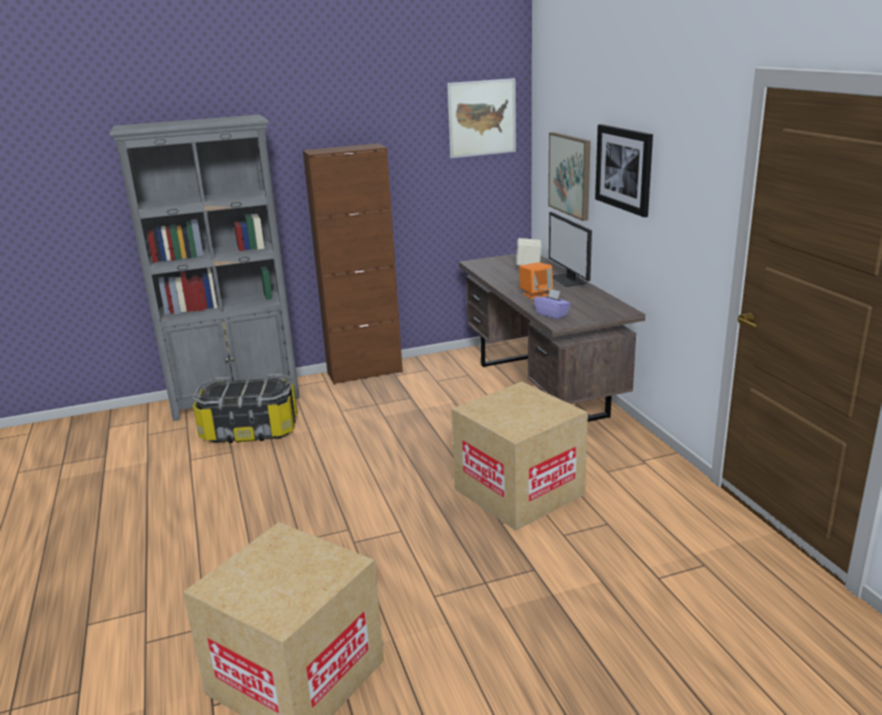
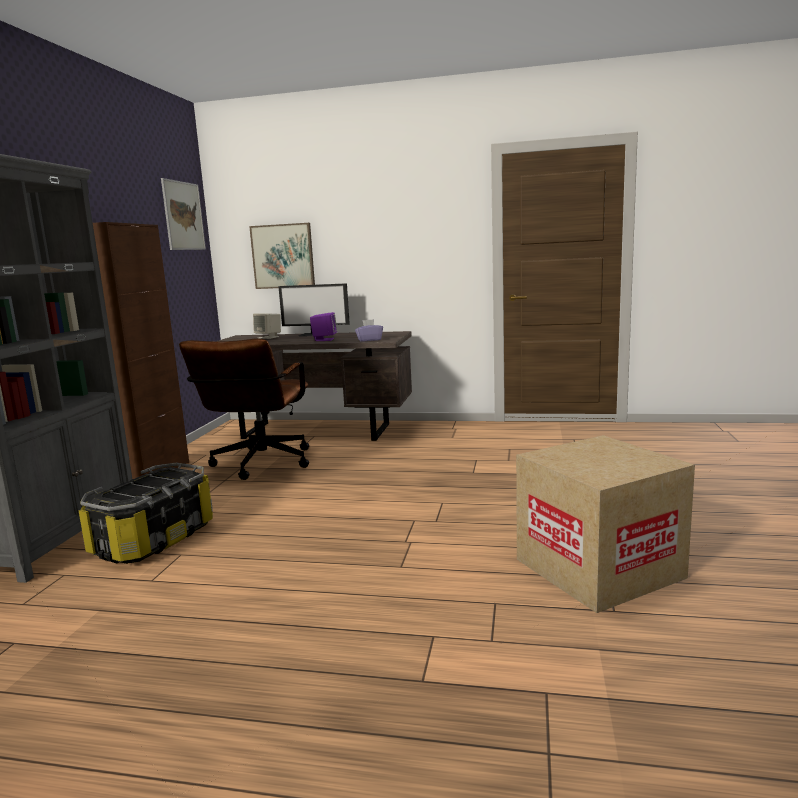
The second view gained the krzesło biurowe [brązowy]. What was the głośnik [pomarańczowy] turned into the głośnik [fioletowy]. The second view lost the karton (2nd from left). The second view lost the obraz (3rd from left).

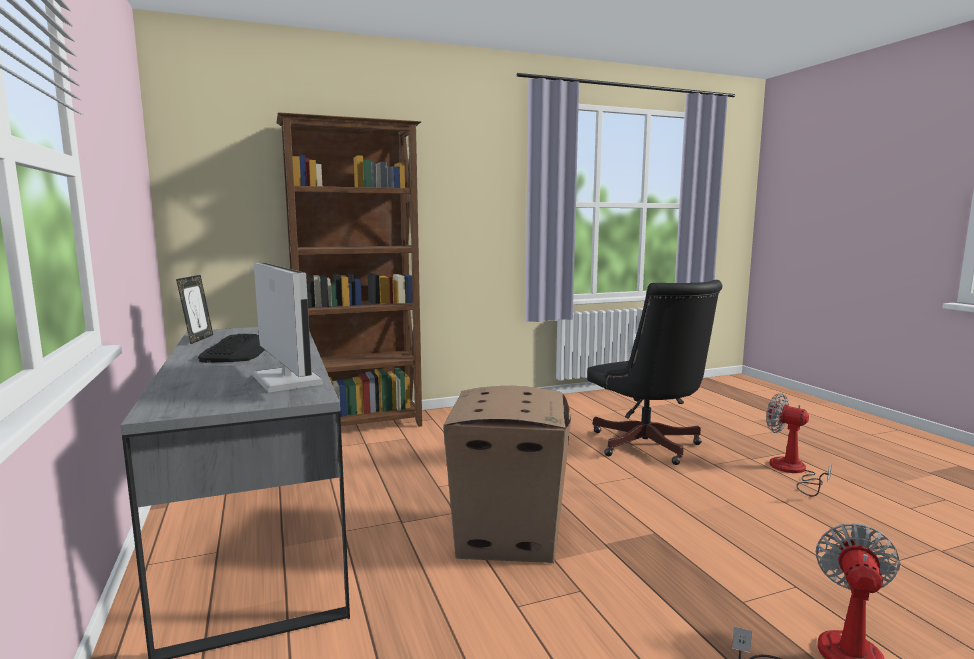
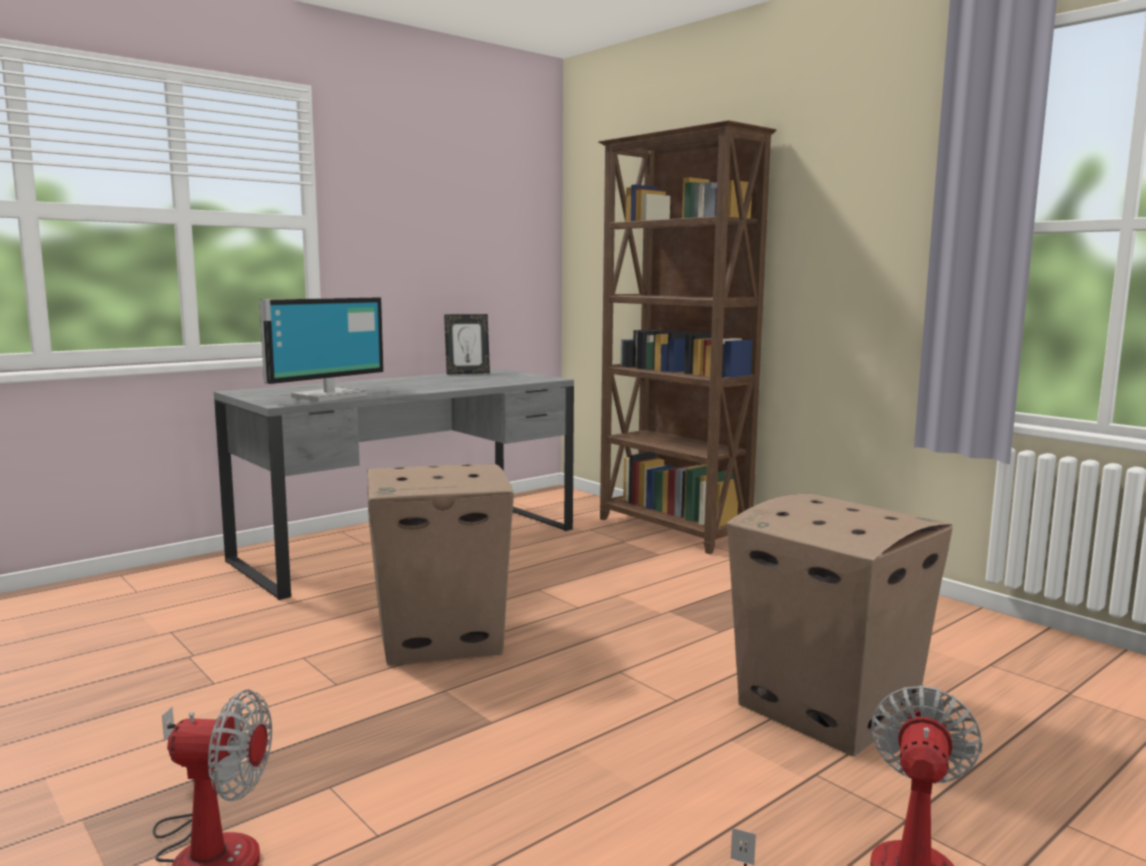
Where the krzesło biurowe [czarny] stood, the karton (2nd from left) came to stand. The second view lost the klawiatura.

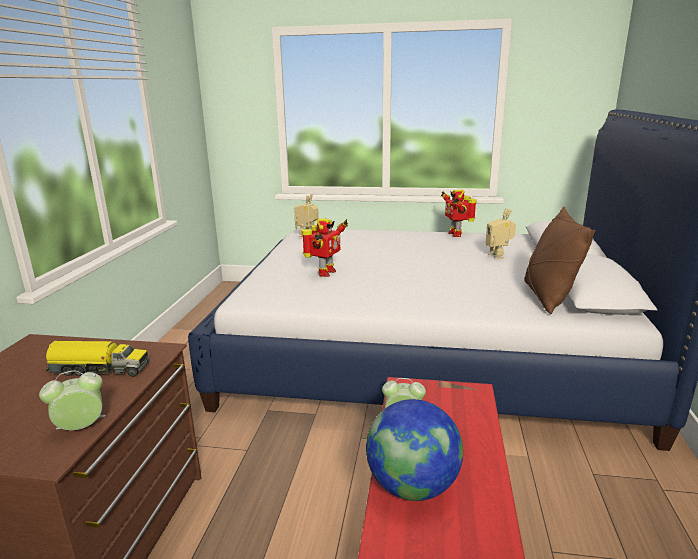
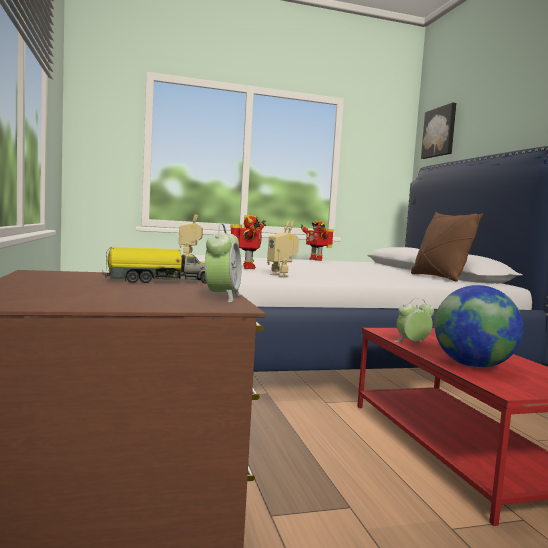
The budzik (1st from left) ended up facing another way, 150 degrees clockwise from before. The robot zabawkowy (4th from left in the first image) ended up elsewhere. The second view gained the obraz.

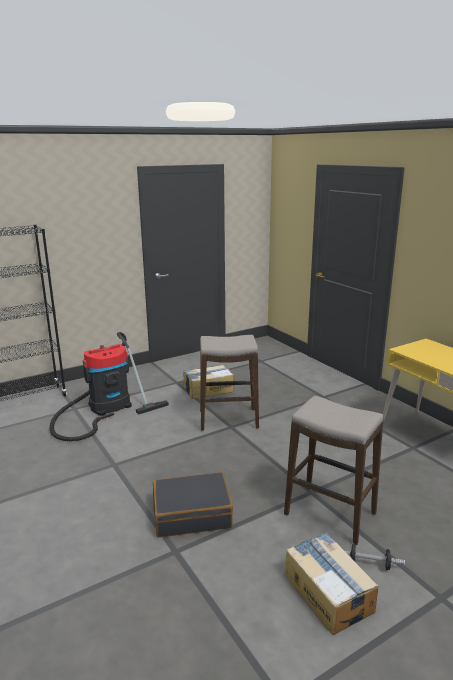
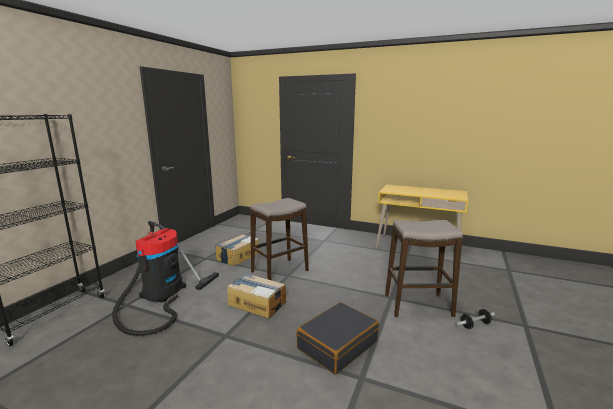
The karton (2nd from left) ended up elsewhere.

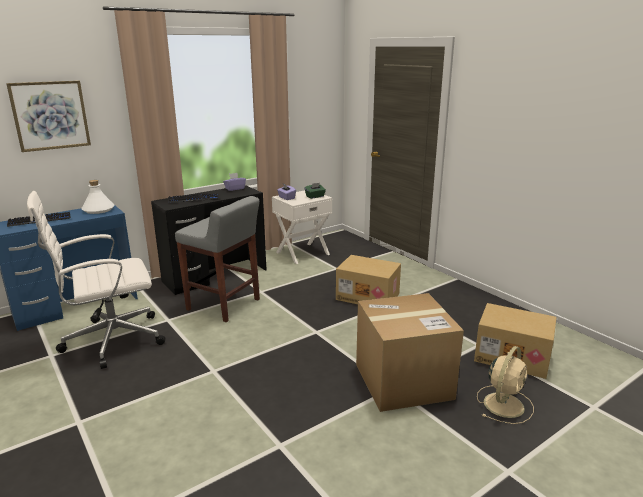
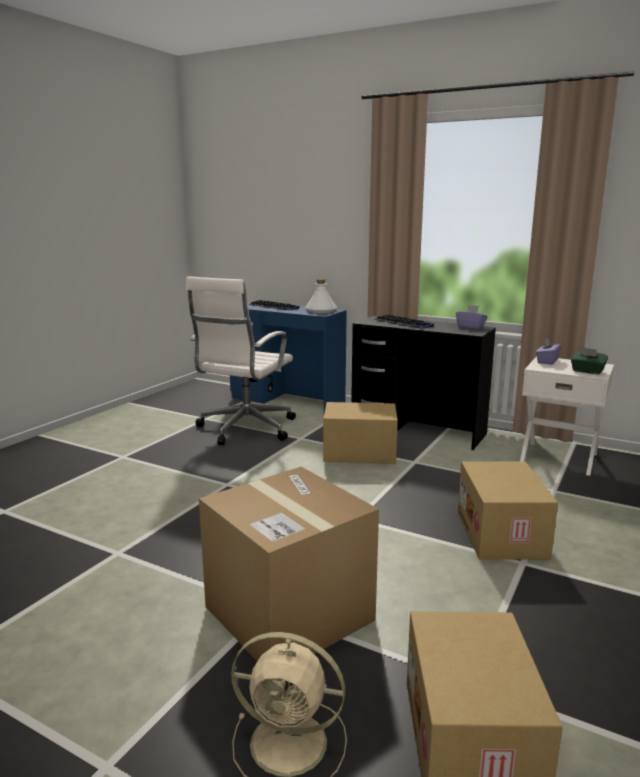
The krzesło biurowe [biały] ended up facing another way, 105 degrees counterclockwise from before. Where the stołek [szary] stood, the karton (2nd from left) came to stand. The second view lost the obraz.

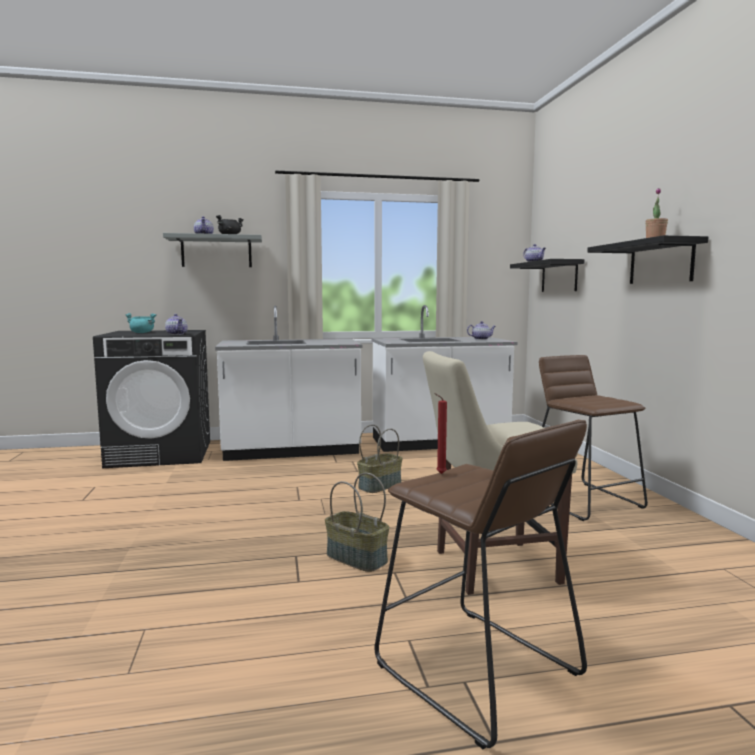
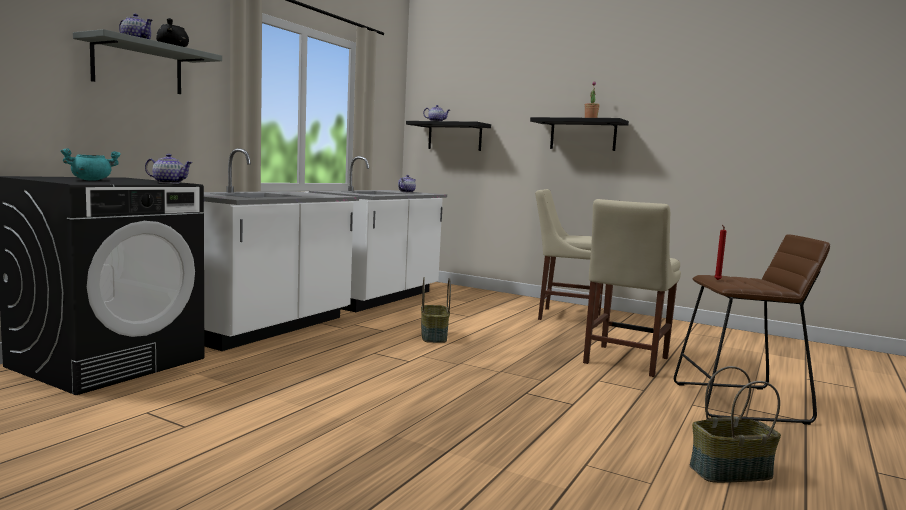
Where the stołek [brązowy] (2nd from left) stood, the krzesło [beżowy] (1st from left) came to stand. The koszyk (1st from left in the first image) ended up elsewhere.

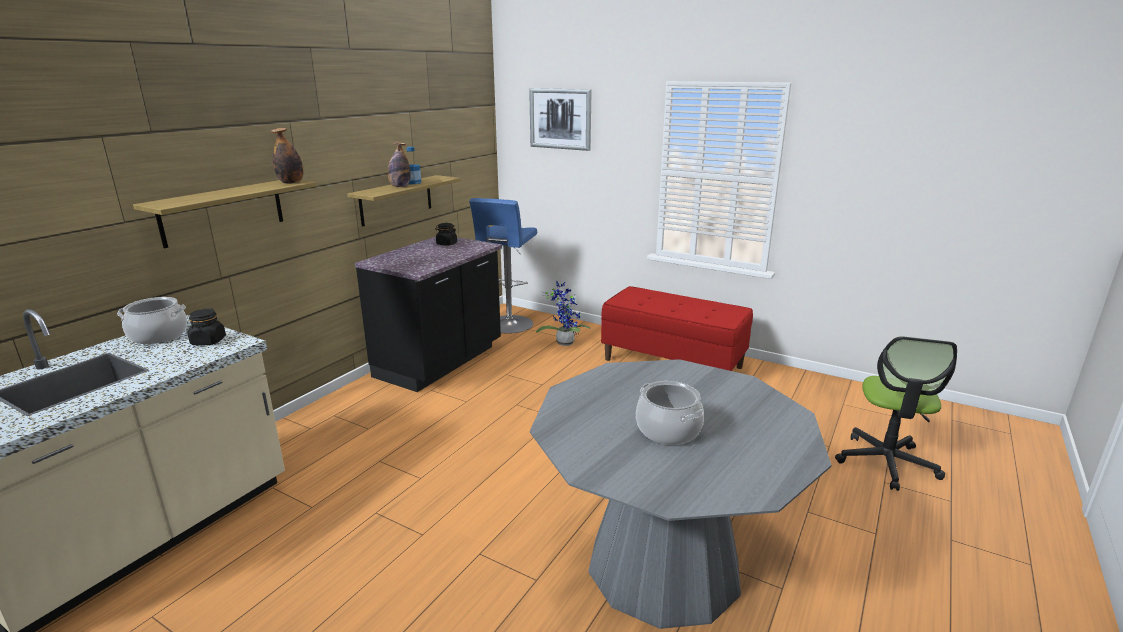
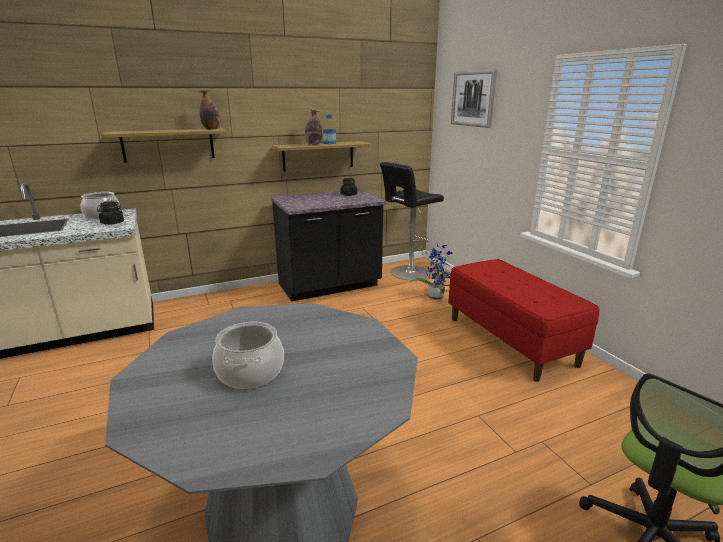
What was the stołek [niebieski] turned into the stołek [czarny].

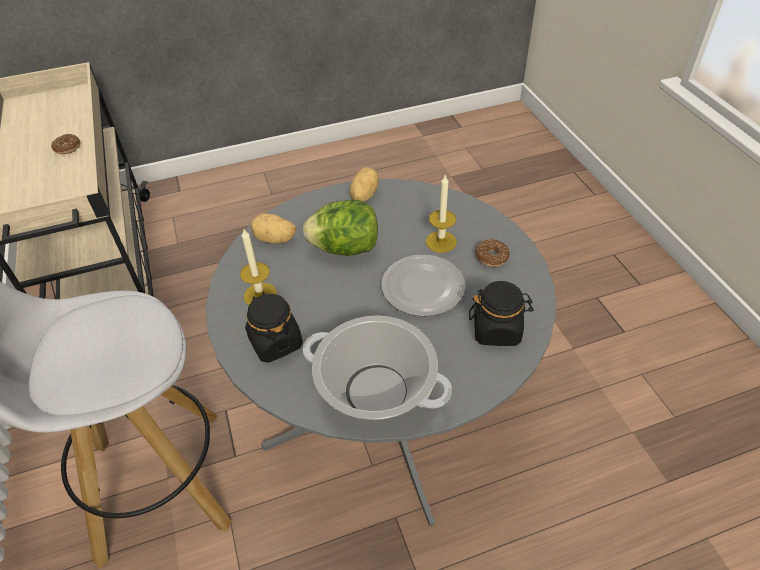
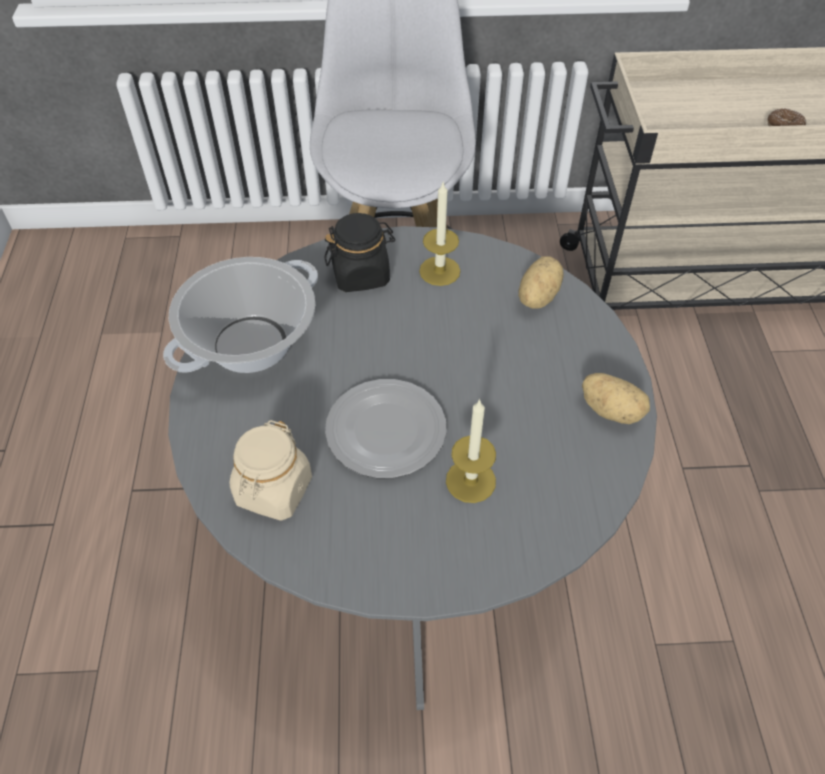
What was the słoik [czarny] (2nd from left) turned into the słoik [beżowy]. The second view lost the sałata. The second view lost the donut (2nd from left).

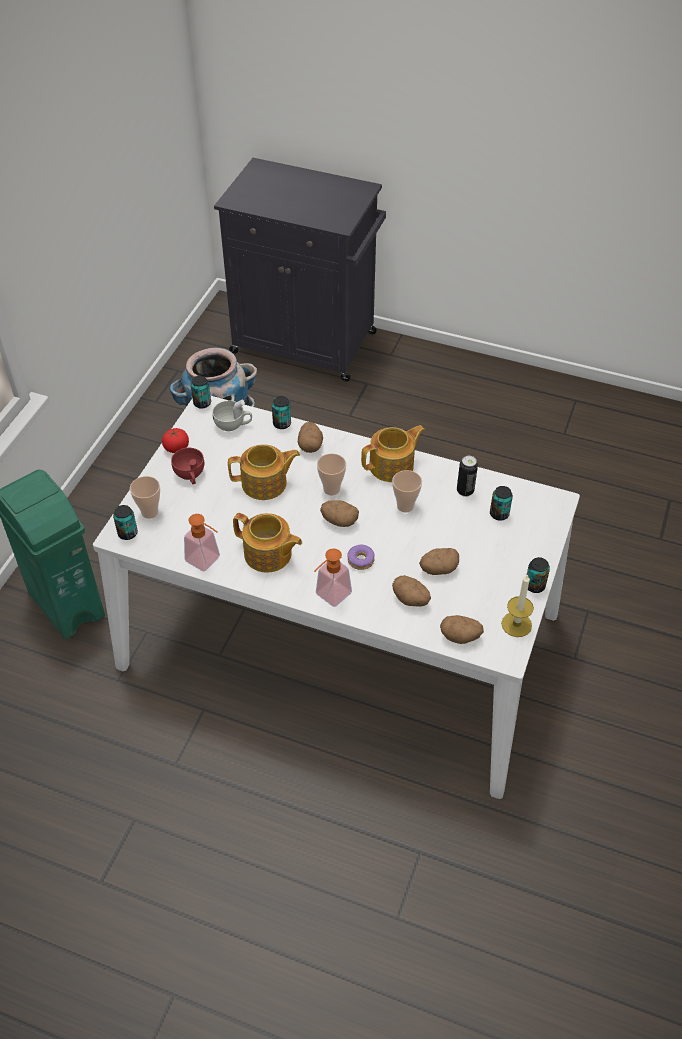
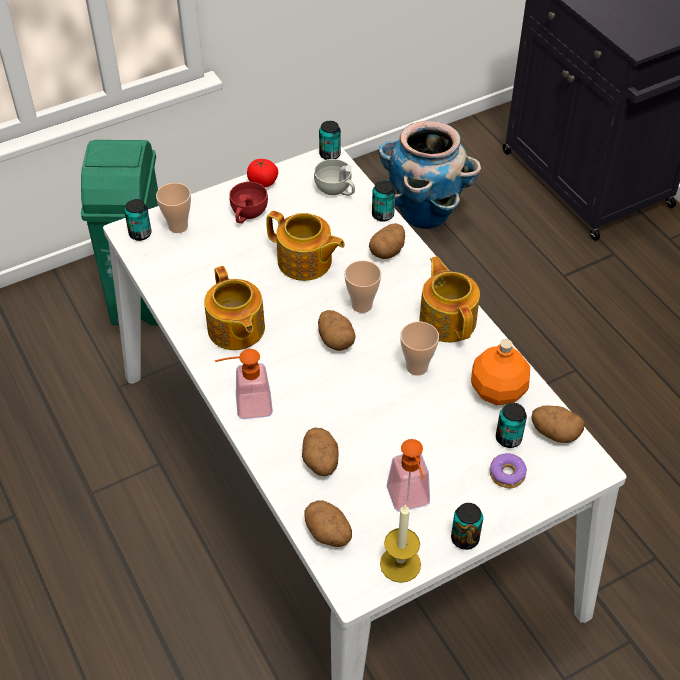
The dozownik mydła (1st from left in the first image) ended up elsewhere. The imbryk (3rd from left) ended up facing another way, 120 degrees counterclockwise from before. Where the puszka (4th from left) stood, the butelka [pomarańczowy] came to stand. The donut ended up elsewhere. The ziemniak (4th from left in the first image) ended up elsewhere.

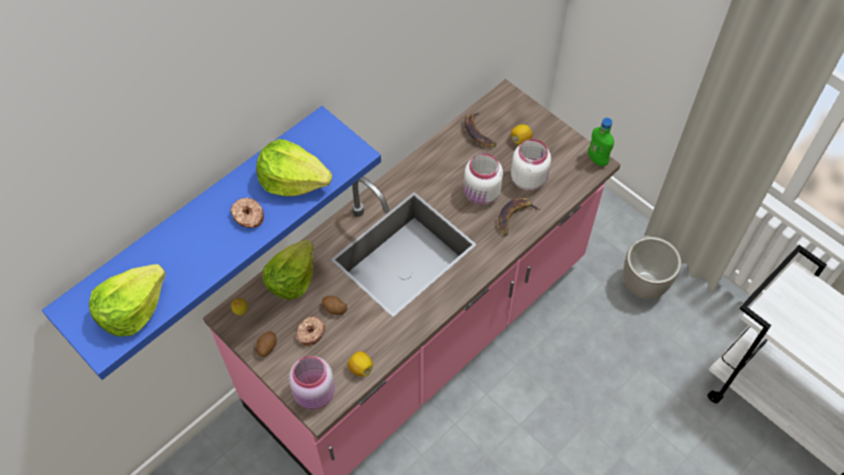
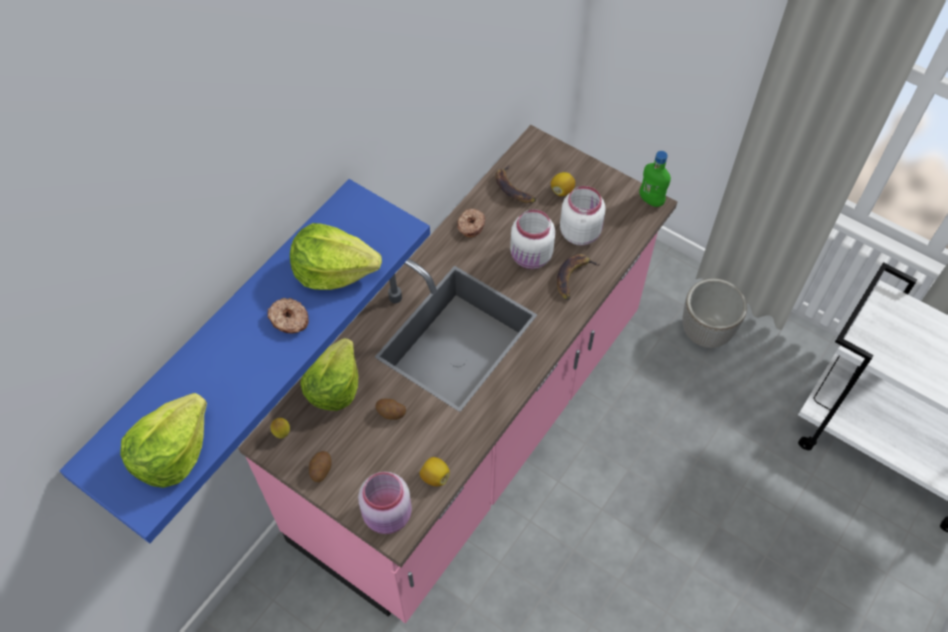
The donut (2nd from left) ended up elsewhere.

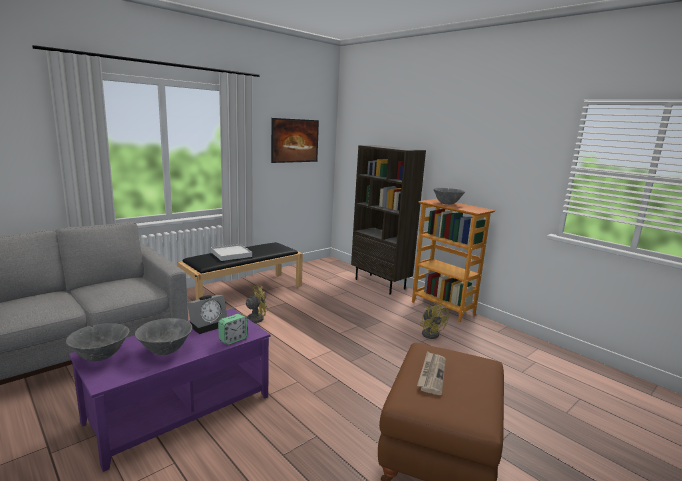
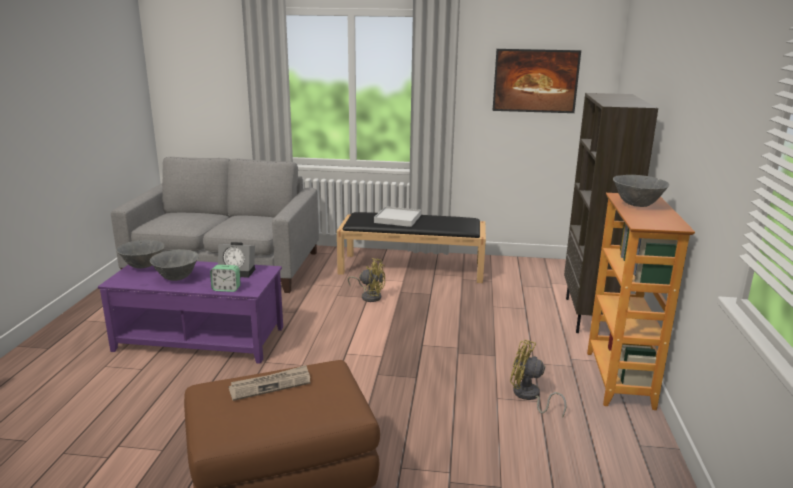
The wentylator [żółty] (2nd from left) ended up facing another way, 90 degrees clockwise from before.

